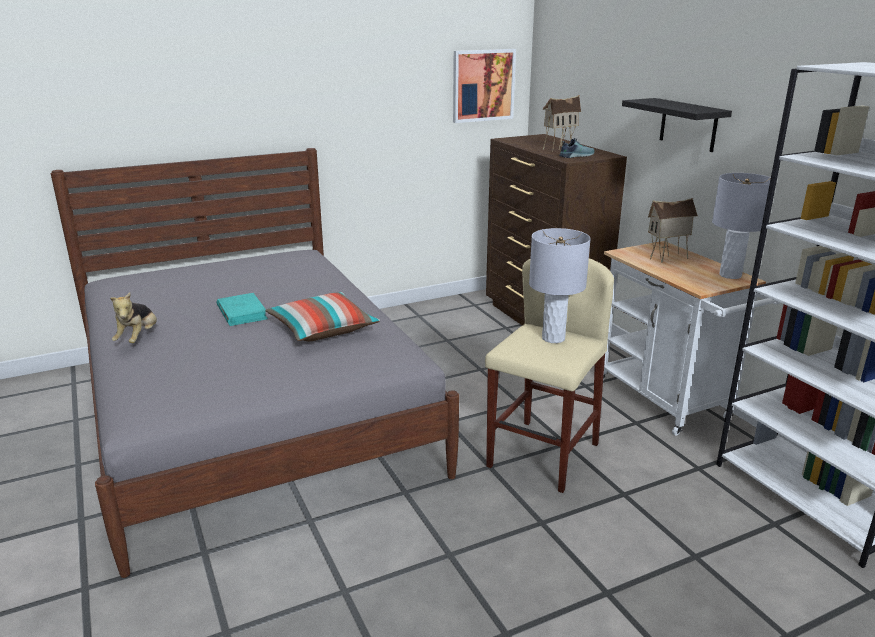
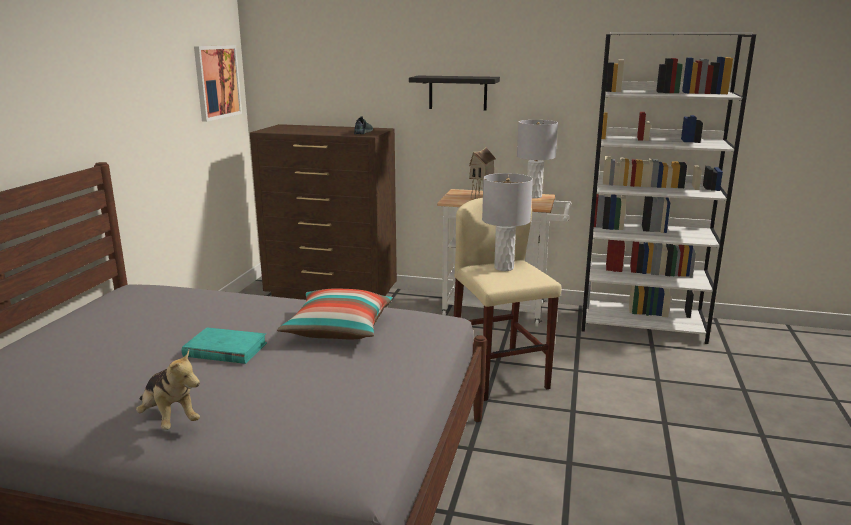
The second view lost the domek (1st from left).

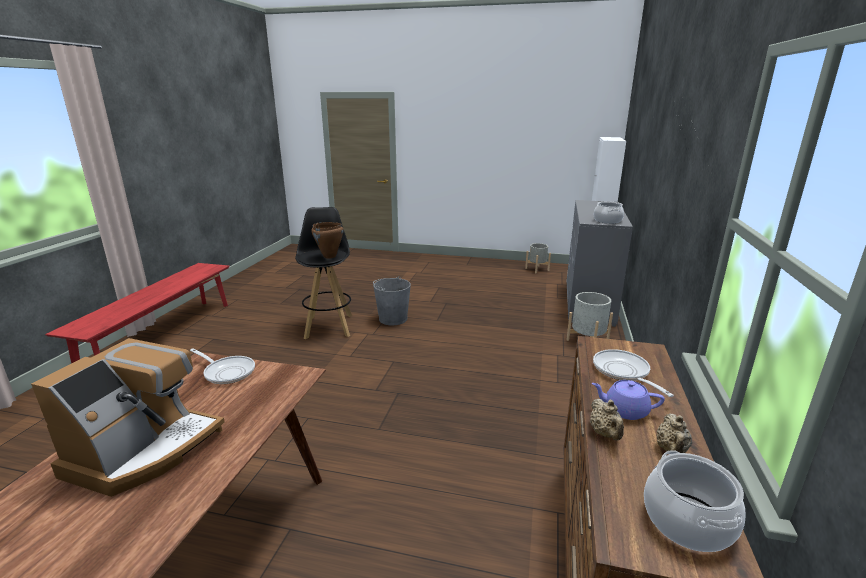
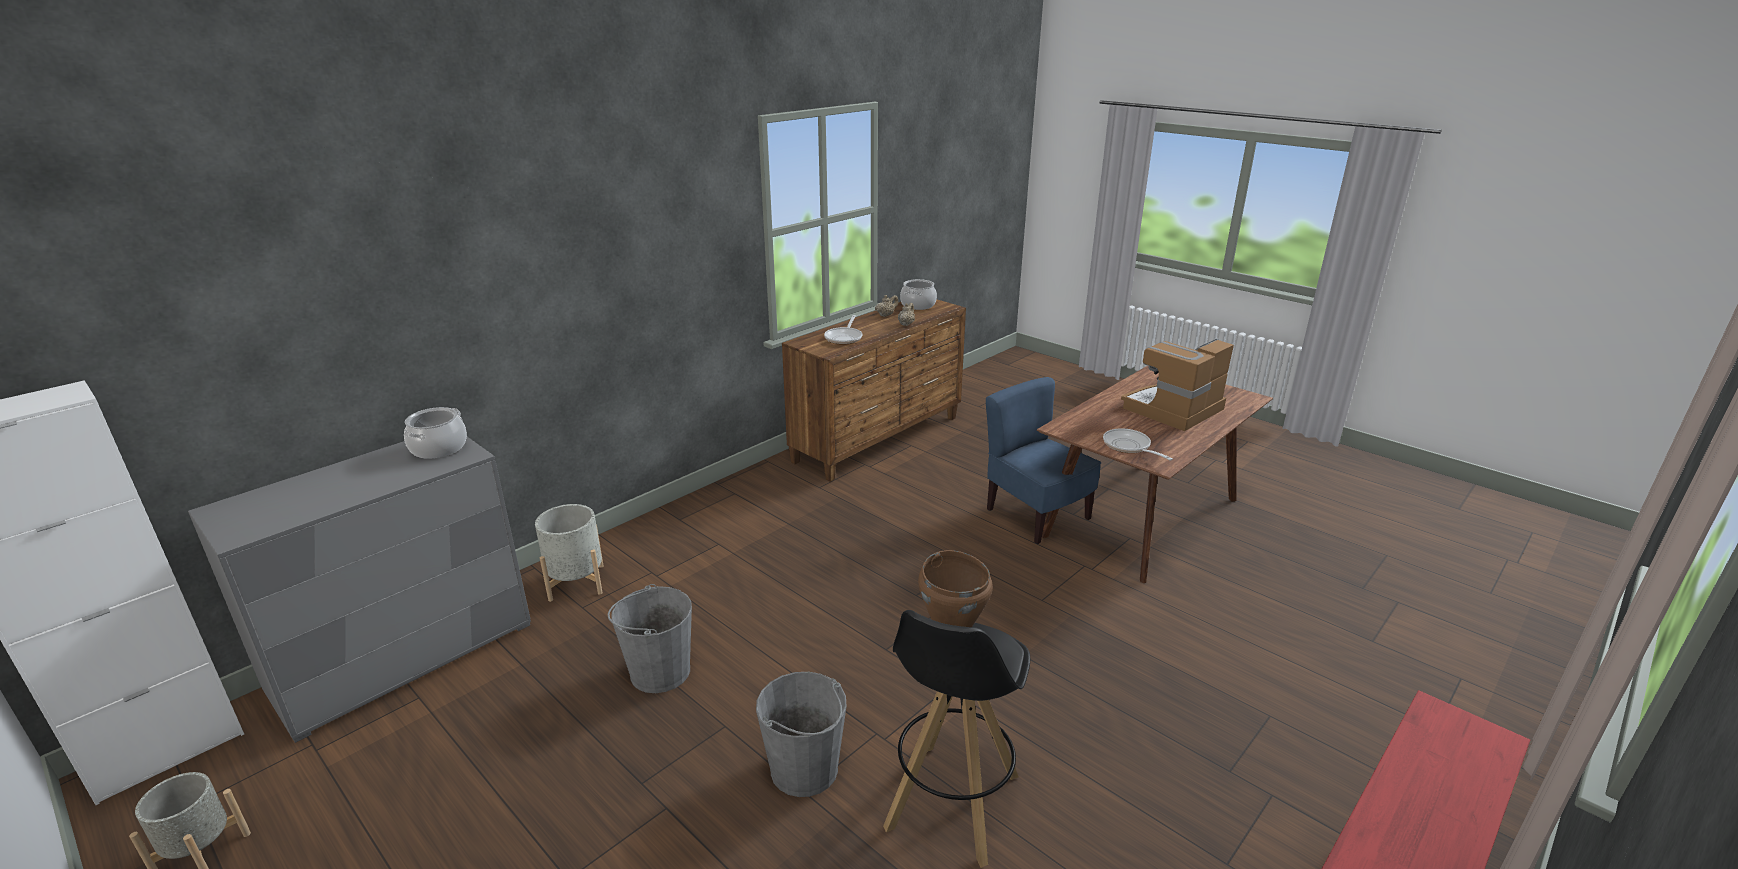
The second view gained the wiadro [szary] (1st from left). The second view gained the krzesło [niebieski]. The second view lost the imbryk [fioletowy].

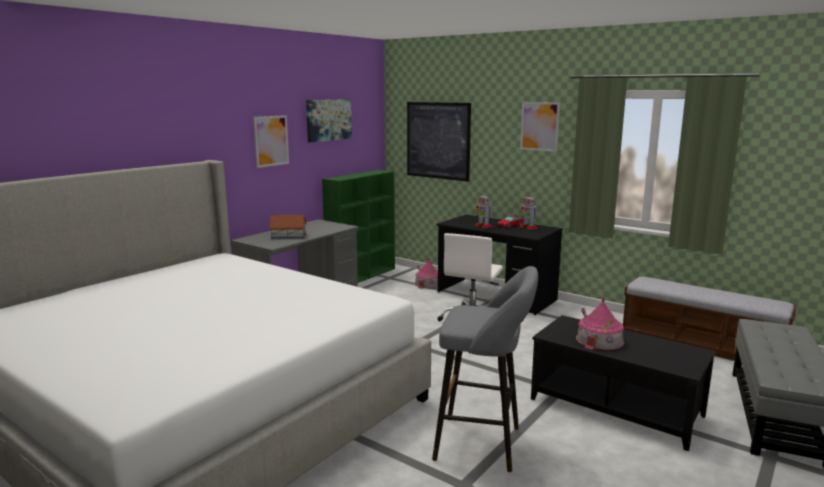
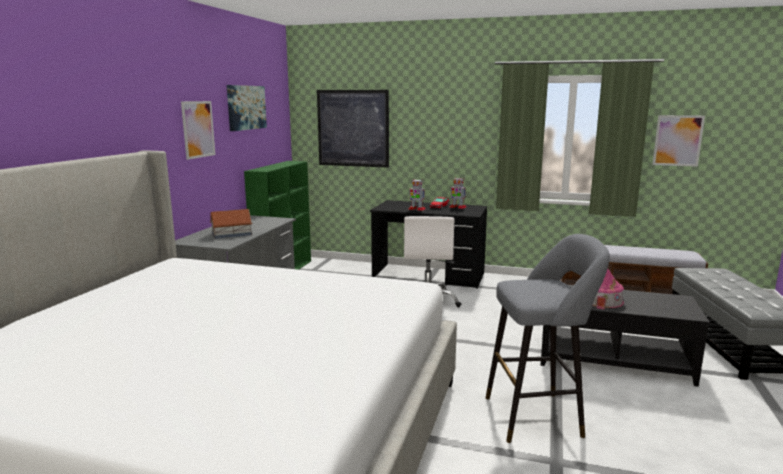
The obraz (4th from left) ended up elsewhere. The second view lost the domek (2nd from left).

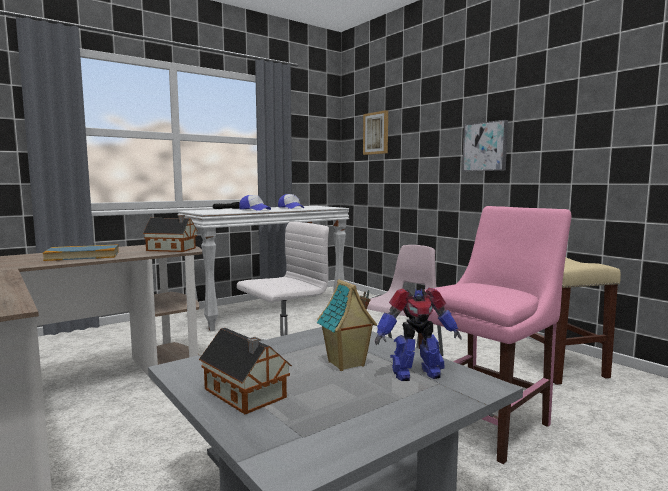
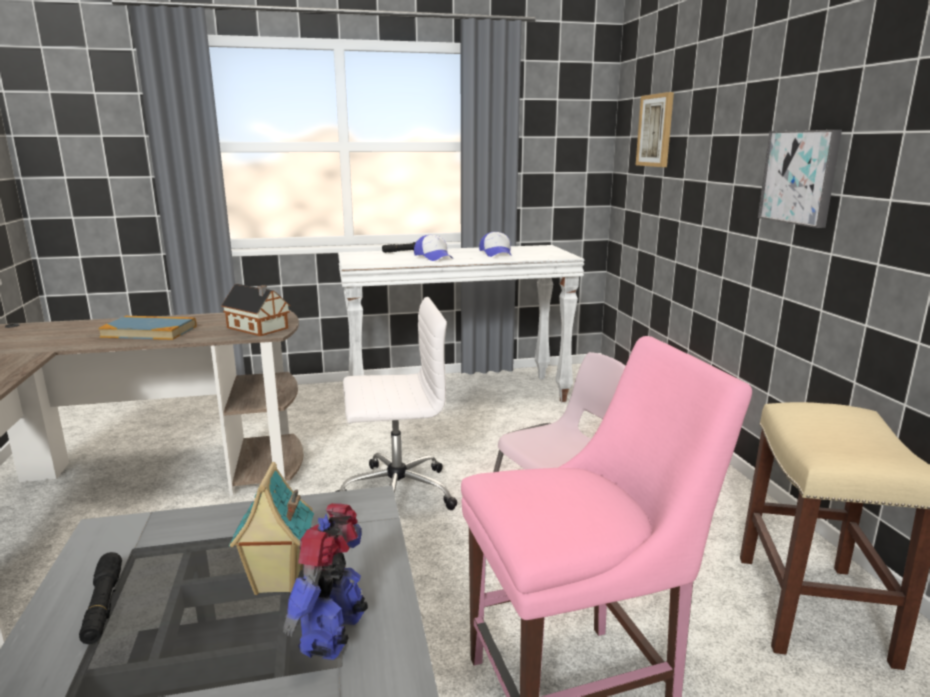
Where the domek (2nd from left) stood, the latarka [czarny] (1st from left) came to stand. The robot zabawkowy ended up facing another way, 90 degrees clockwise from before.

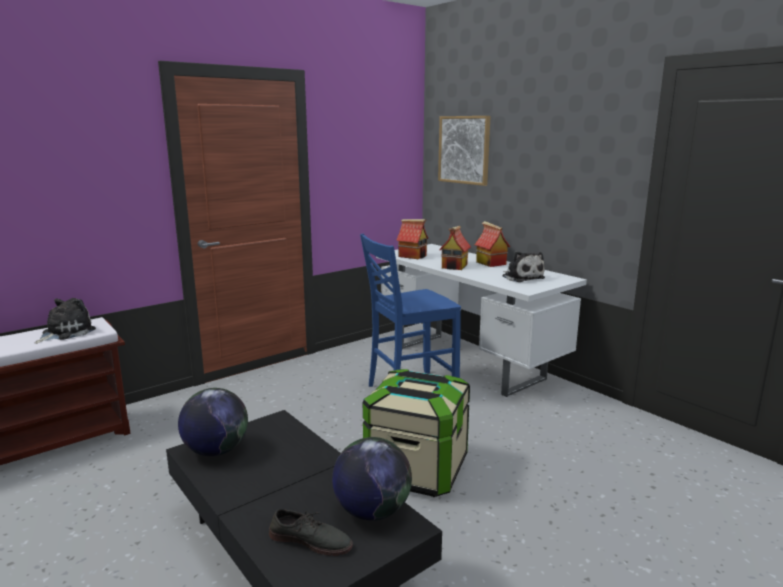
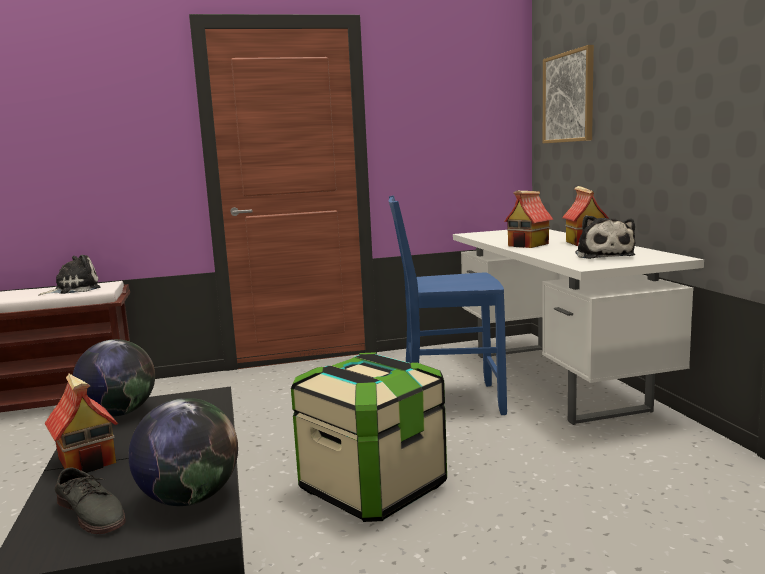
The domek (1st from left) ended up elsewhere.

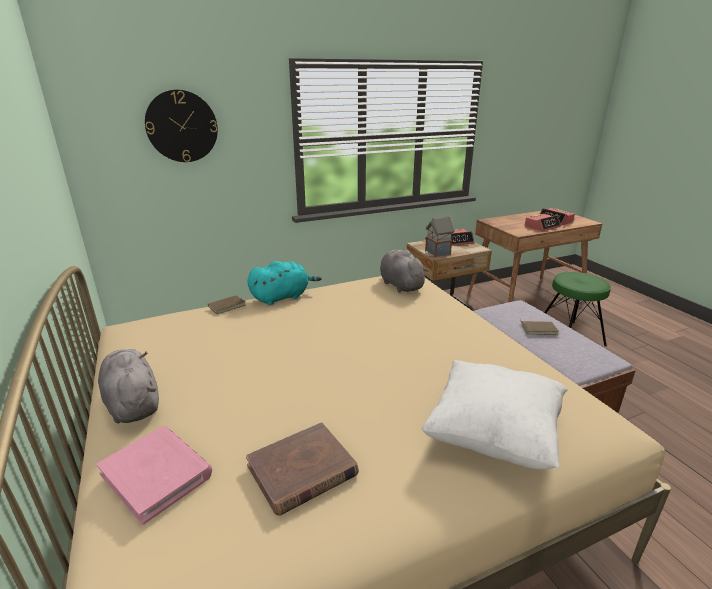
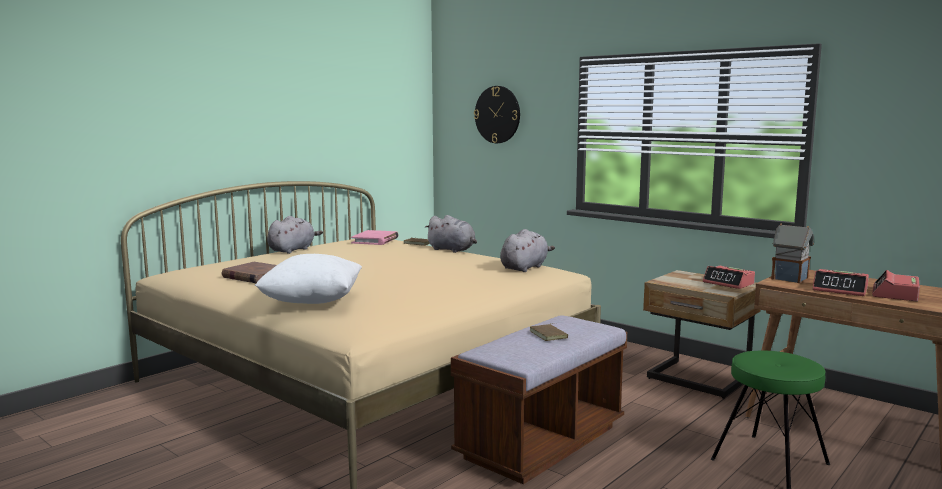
The książka [różowy] ended up elsewhere. What was the pluszak [turkusowy] turned into the pluszak [szary] (2nd from left). The domek ended up elsewhere.

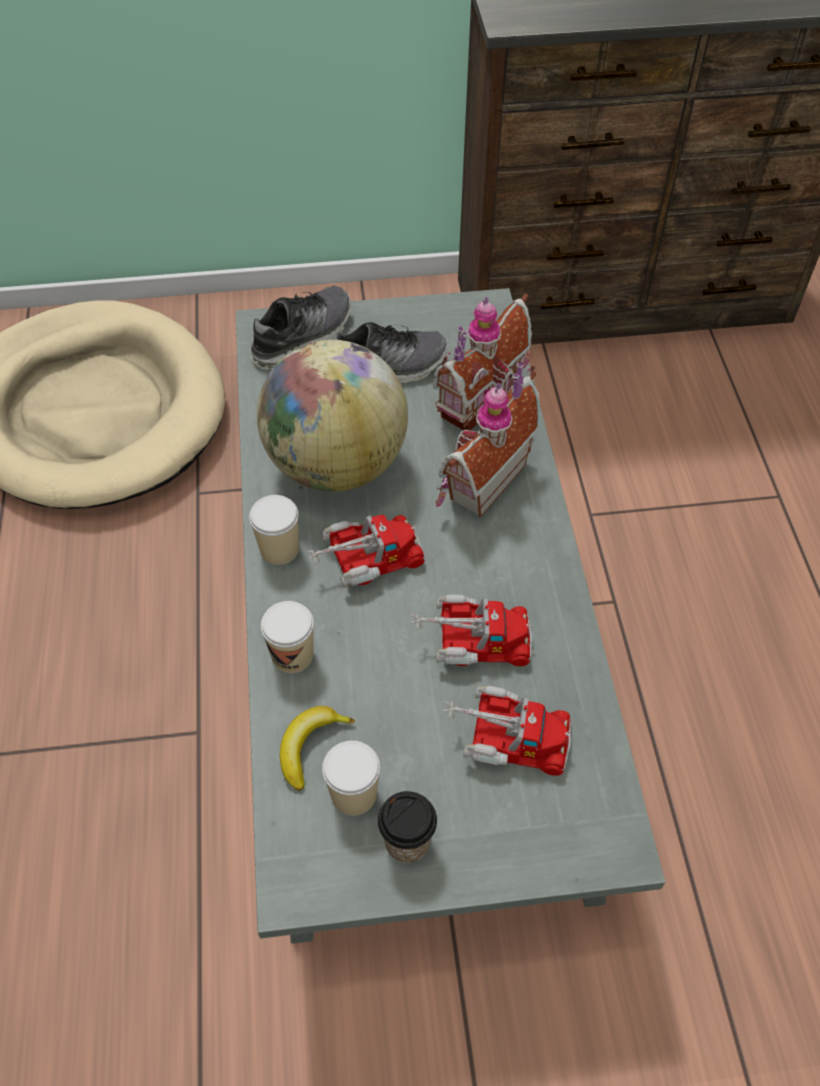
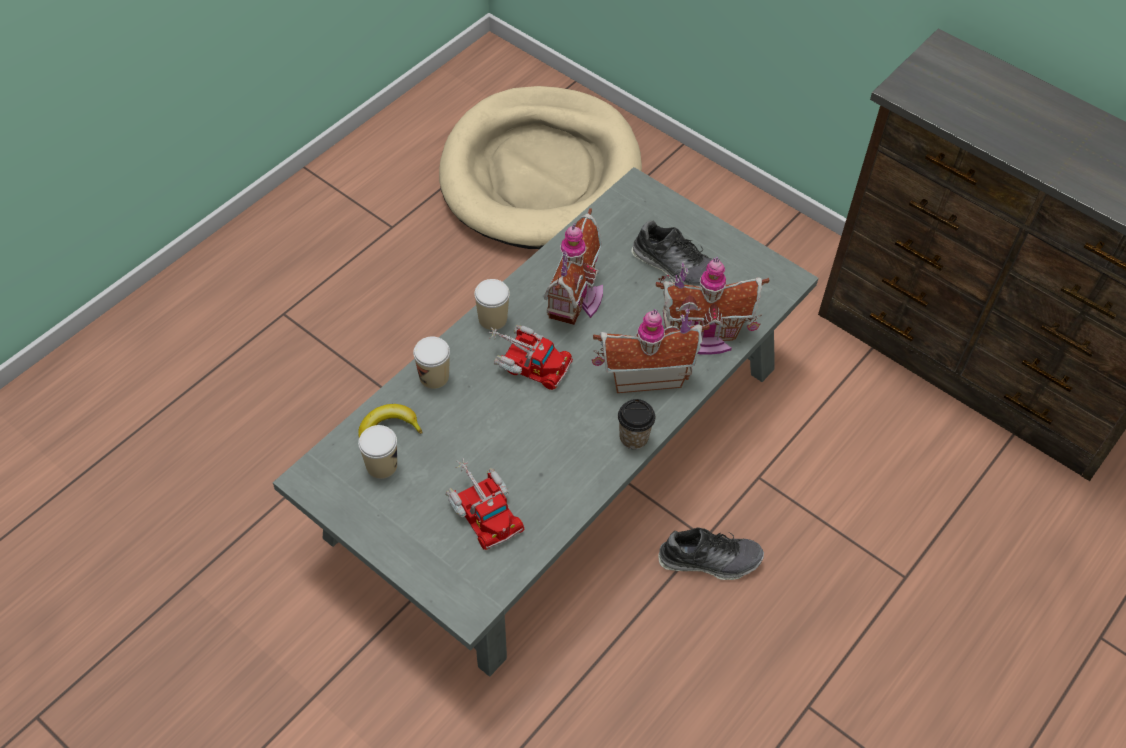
Where the globus stood, the domek (1st from left) came to stand. The filiżanka (4th from left) ended up elsewhere. The but (1st from left in the first image) ended up elsewhere. The second view lost the ciężarówka zabawkowa (2nd from left).

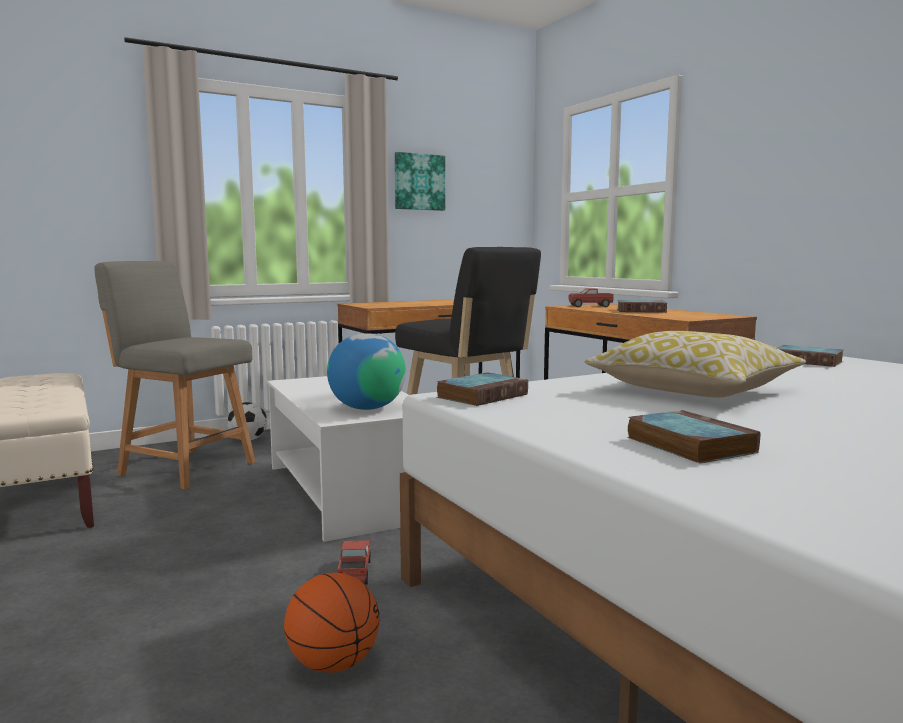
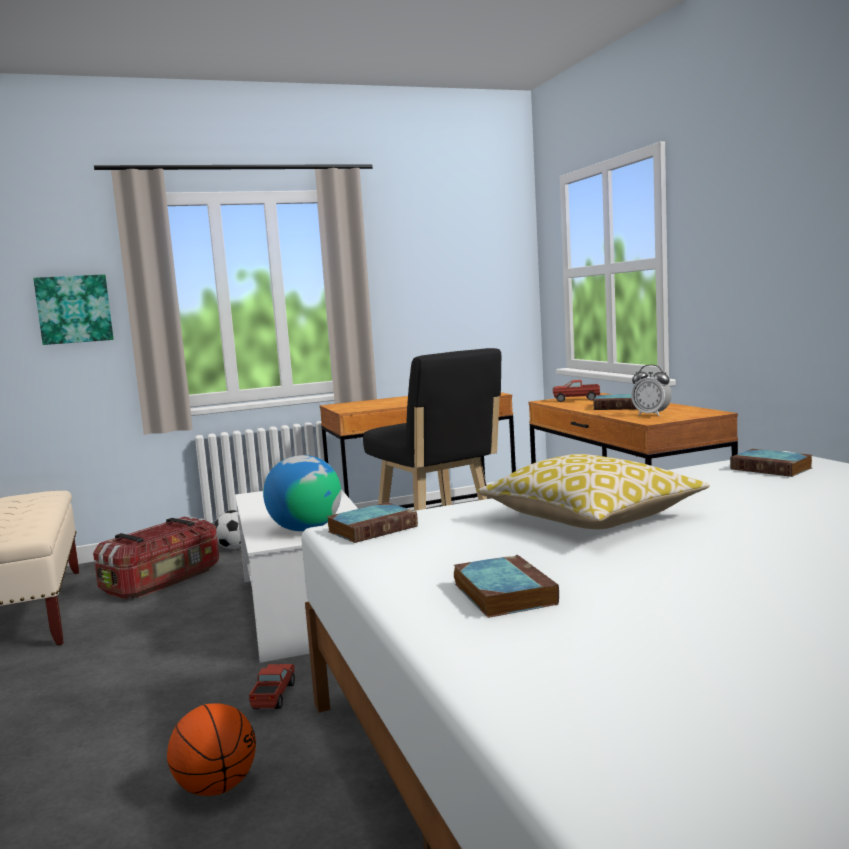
The obraz ended up elsewhere. Where the krzesło [szary] stood, the pojemnik do przechowywania came to stand. The second view gained the budzik.

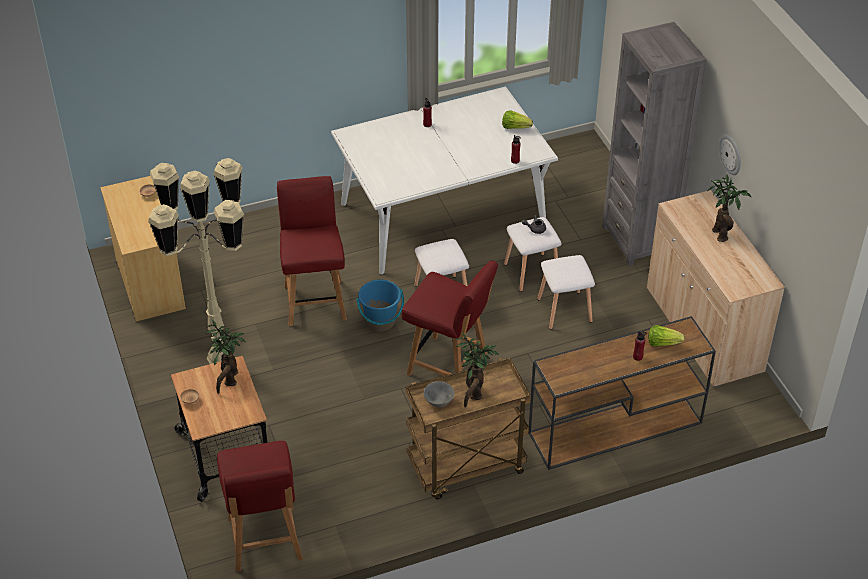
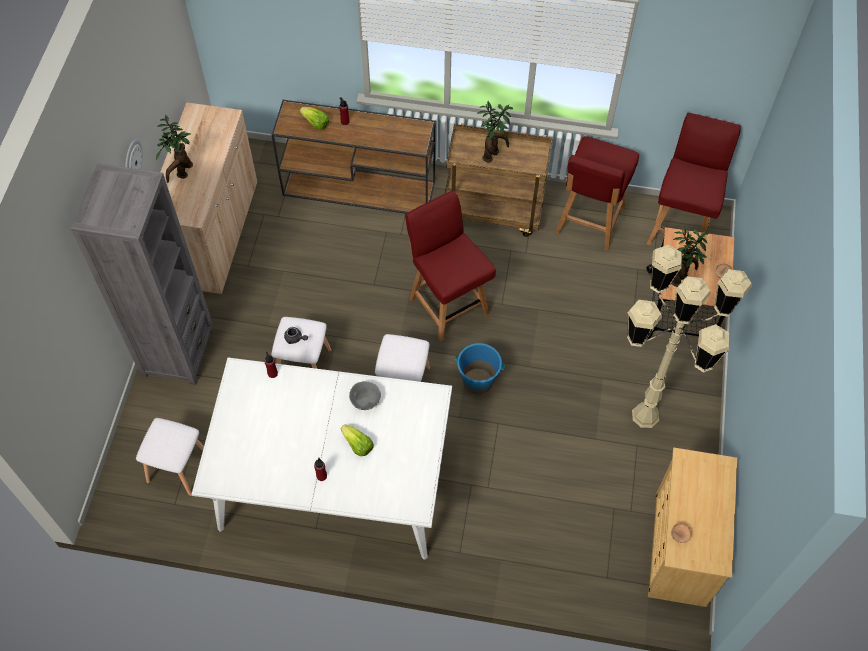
The stołek [biały] (3rd from left in the first image) ended up elsewhere. The sałata (1st from left in the first image) ended up elsewhere. The miska [szary] ended up elsewhere. The krzesło [czerwony] (2nd from left) ended up elsewhere.

